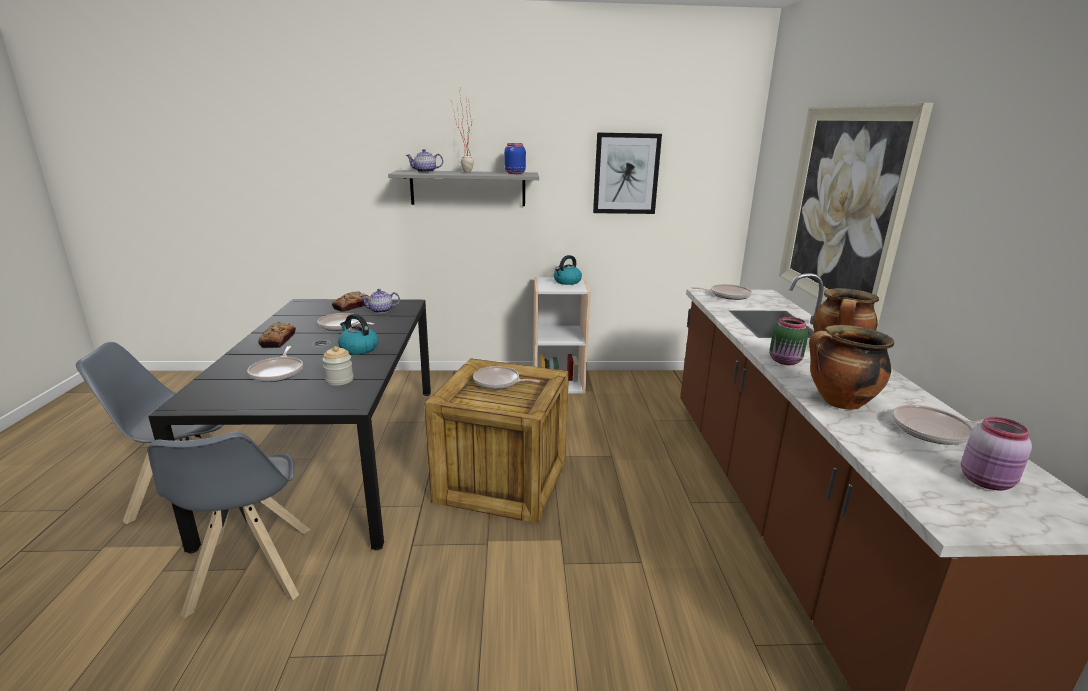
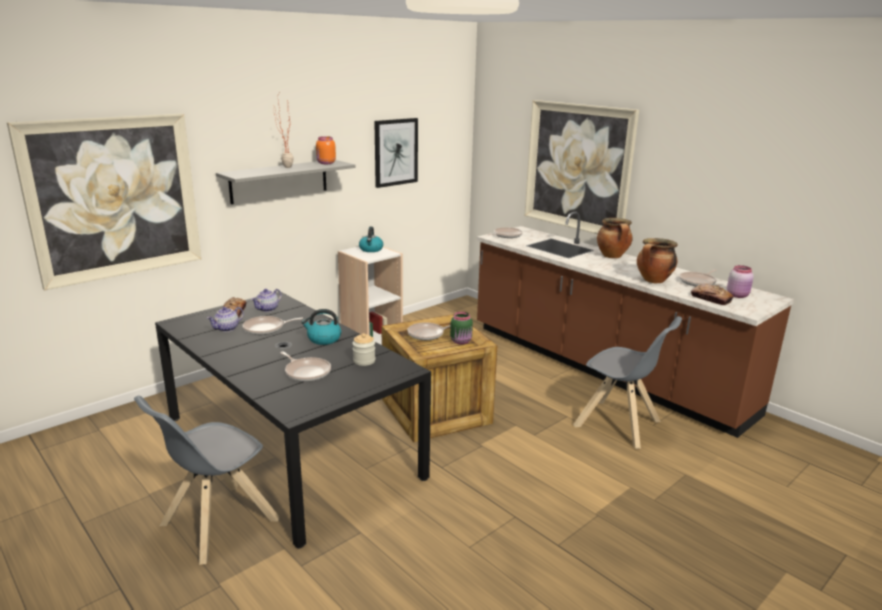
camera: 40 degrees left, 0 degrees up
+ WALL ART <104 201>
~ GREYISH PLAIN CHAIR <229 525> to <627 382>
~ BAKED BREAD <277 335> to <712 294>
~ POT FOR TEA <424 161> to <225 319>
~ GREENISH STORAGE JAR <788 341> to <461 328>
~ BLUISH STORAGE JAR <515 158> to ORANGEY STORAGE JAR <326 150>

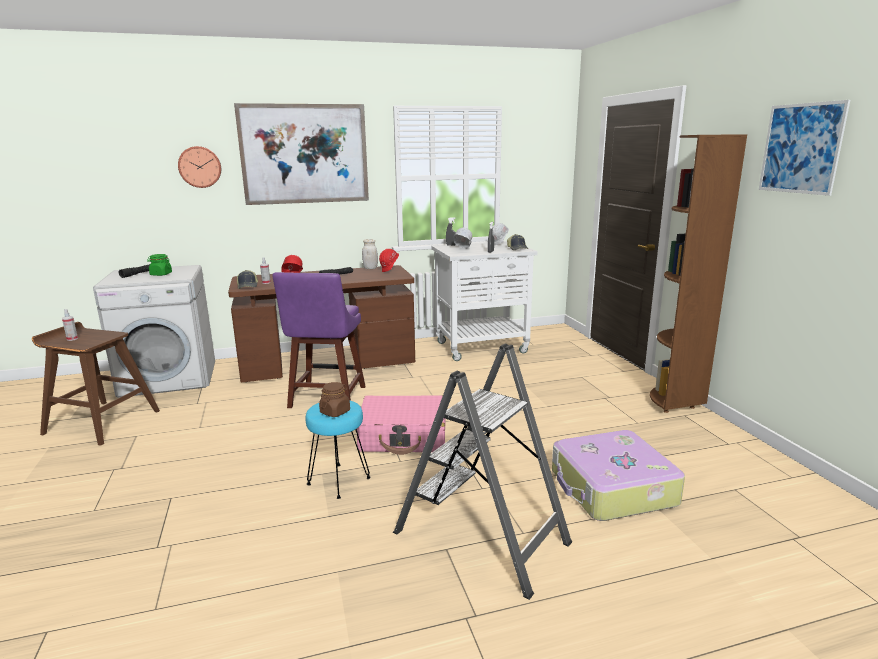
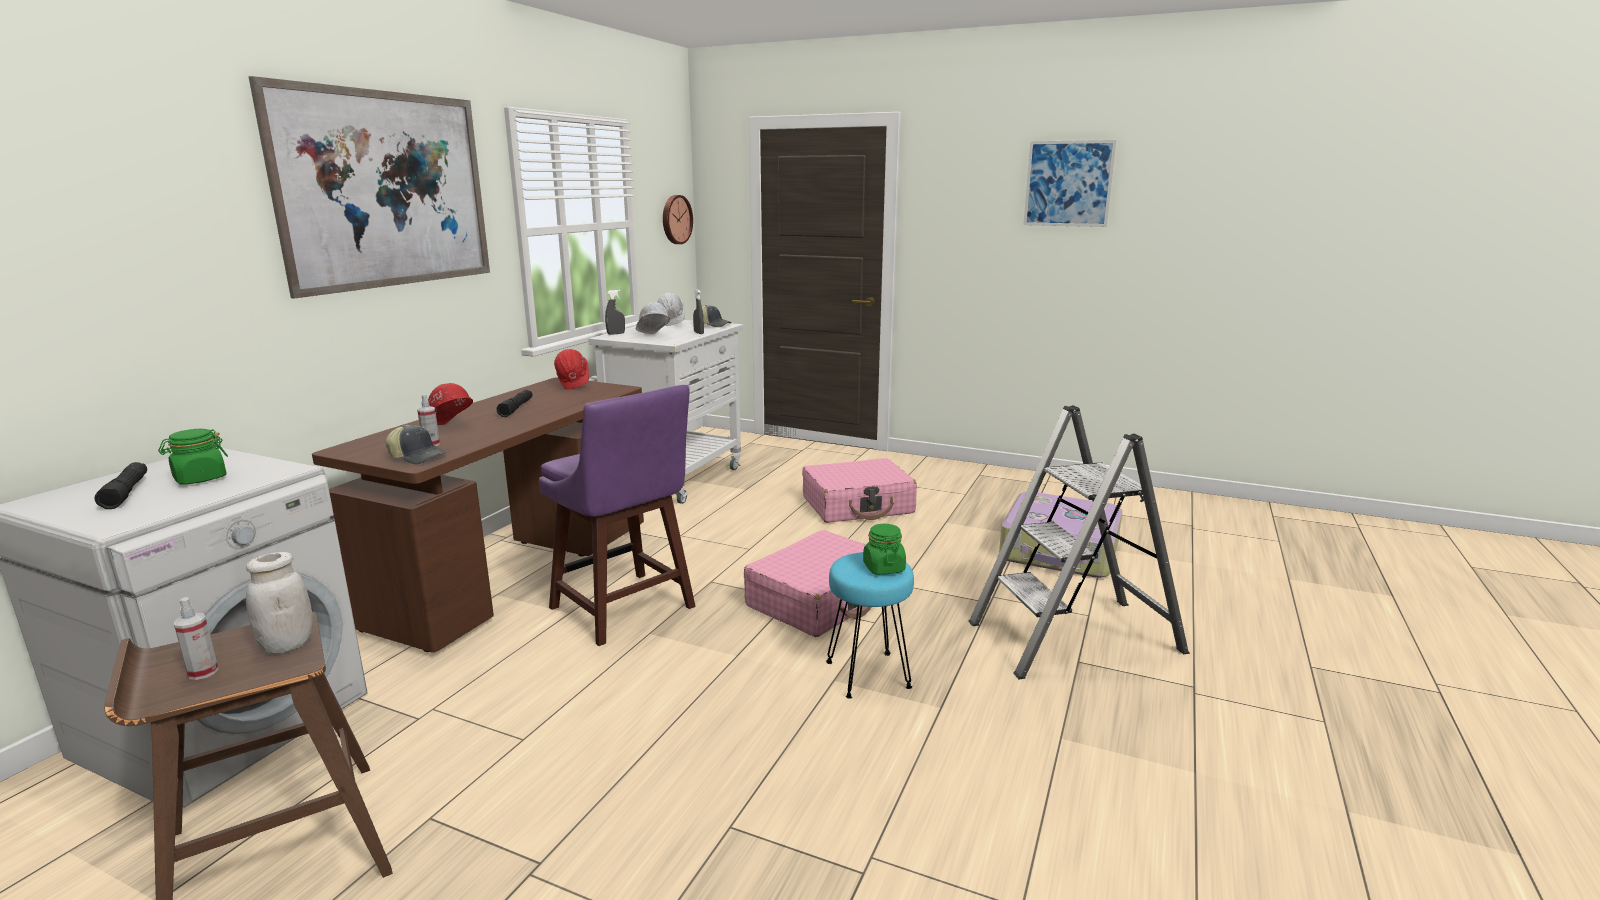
camera: 50 degrees left, 0 degrees up
- BROWN SHELVING UNIT <698 273>
+ PINK-COLOURED SUITCASE <859 490>
~ HANGING CLOCK <199 167> to <678 219>
~ WHITISH STORAGE JAR <370 254> to <279 603>
~ BROWN STORAGE JAR <334 399> to GREENISH STORAGE JAR <884 549>

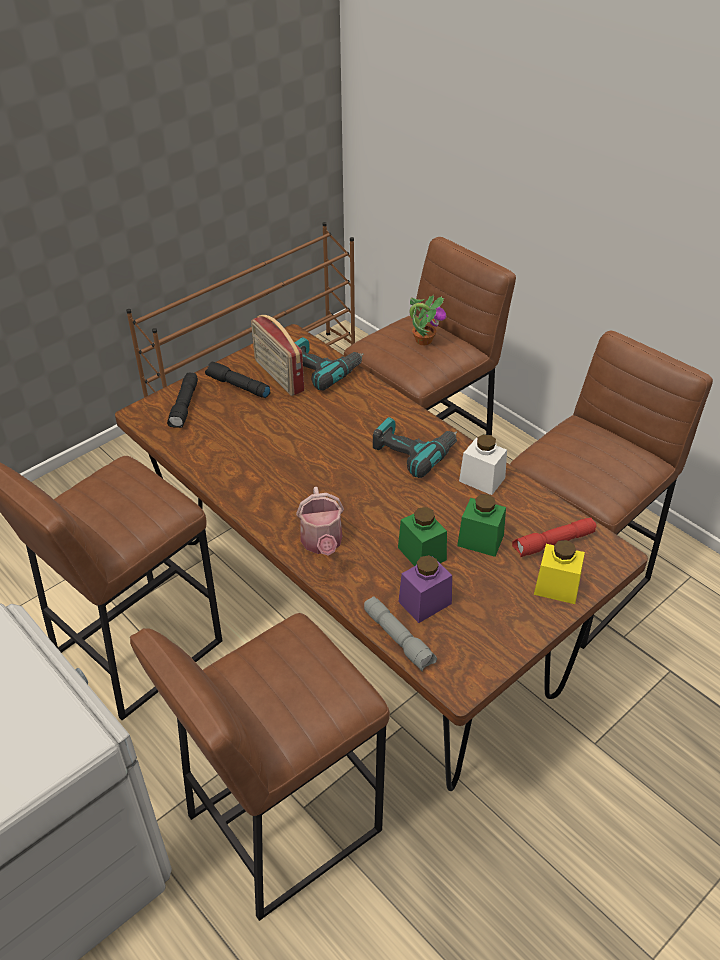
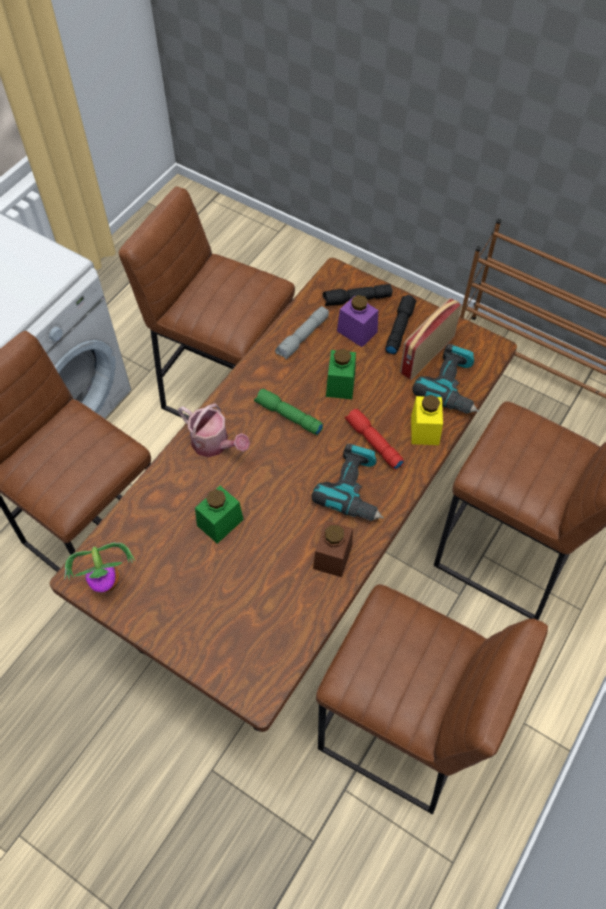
camera: 75 degrees right, 15 degrees up
+ GREENISH FLASHLIGHT <288 412>
~ GREYISH FLASHLIGHT <400 633> to <302 333>
~ PURPLISH STORAGE JAR <425 589> to <357 321>
~ PLANT IN A POT <427 320> to <99 567>
~ GREENISH STORAGE JAR <481 525> to <341 374>
~ RED FLASHLIGHT <554 537> to <374 439>
~ YELLOW STORAGE JAR <559 572> to <427 420>
~ WHITISH STORAGE JAR <483 464> to BROWN STORAGE JAR <333 549>
~ SPRINKLING CAN <320 521> = <214 430> 120 degrees counterclockwise

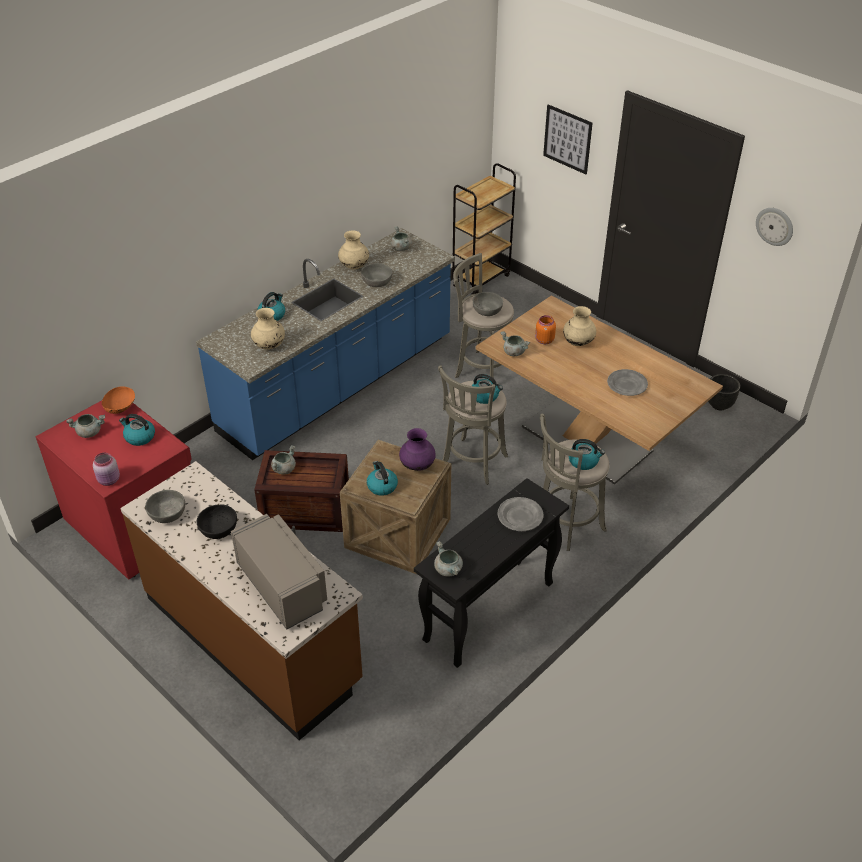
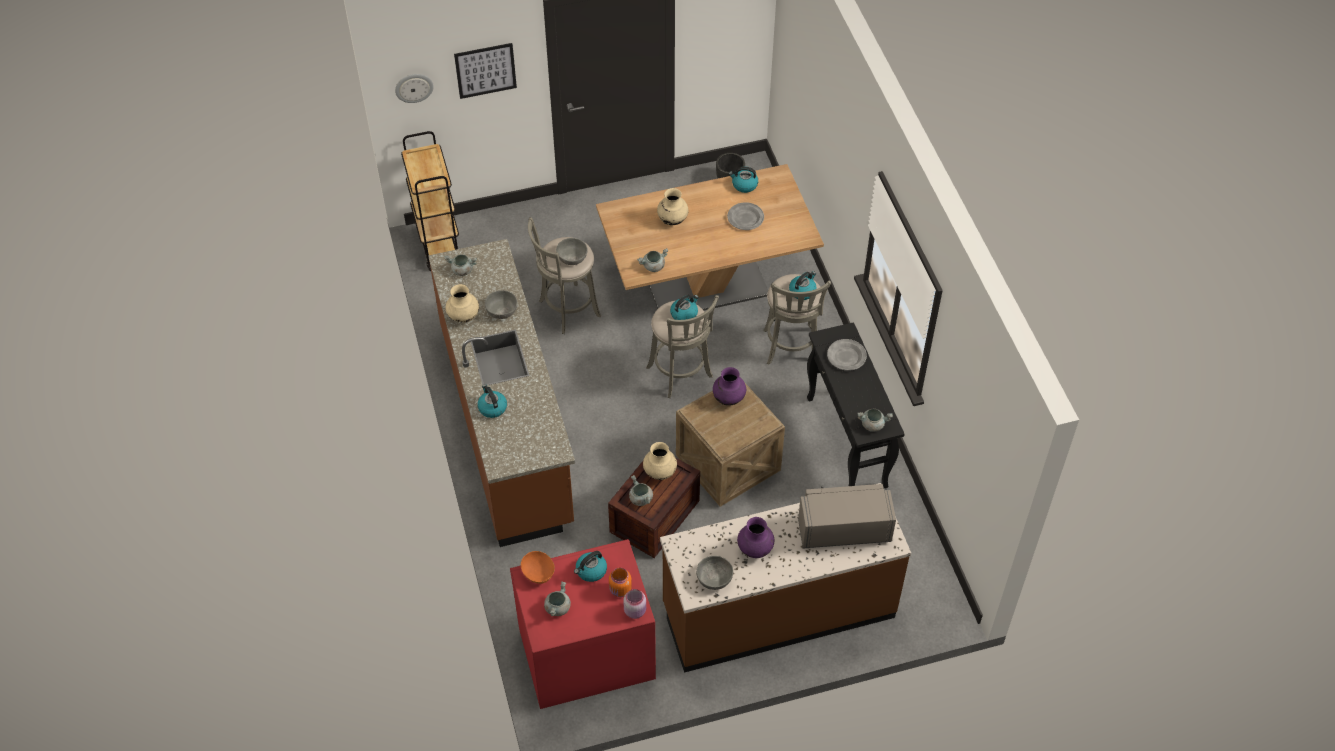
camera: 60 degrees left, 10 degrees up
~ BEIGE-COLOURED DECORATIVE VASE <268 329> to <660 461>
~ TEA KETTLE <382 478> to <743 180>
~ ORANGEY STORAGE JAR <545 329> to <620 582>
~ HANGING CLOCK <774 227> to <414 88>
~ BLACK BOWL <217 522> to PURPLISH DECORATIVE VASE <755 537>
~ BLUISH KITCHEN BASE UNIT <325 344> to BROWN KITCHEN BASE UNIT <501 393>

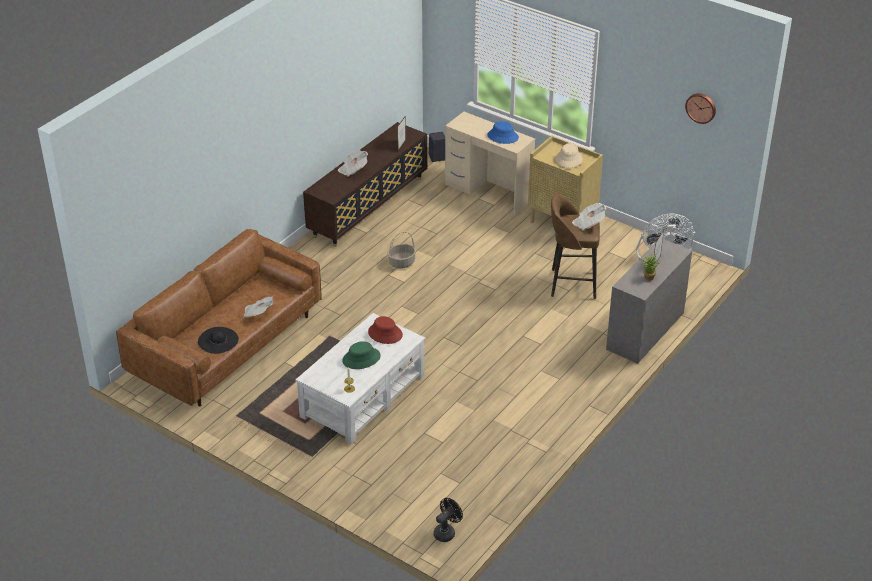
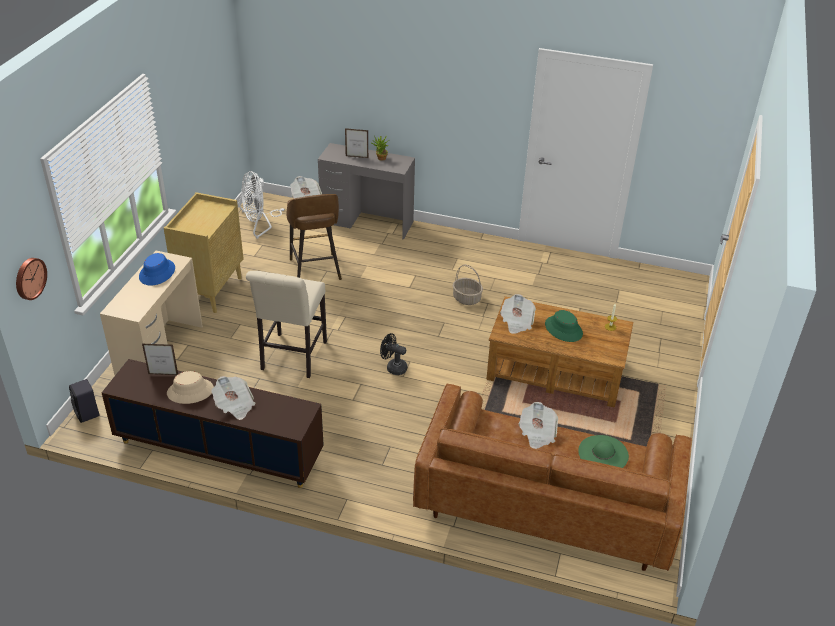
camera: 110 degrees left, 0 degrees up
+ BEIGE-COLOURED SITTING STOOL <286 324>
~ HOUSEHOLD BASKET <402 250> to <468 284>
~ BLACK COOLING FAN <448 520> to <393 354>
~ BEIGE-COLOURED WEARABLE HAT <569 155> to <190 387>
~ HANGING CLOCK <700 108> to <31 279>
~ RED WEARABLE HAT <385 330> to NEWSPAPER <518 314>
~ BLACK WEARABLE HAT <218 340> to GREENISH WEARABLE HAT <603 451>
~ WHITISH COFFEE TABLE <360 378> to BROWN COFFEE TABLE <559 352>

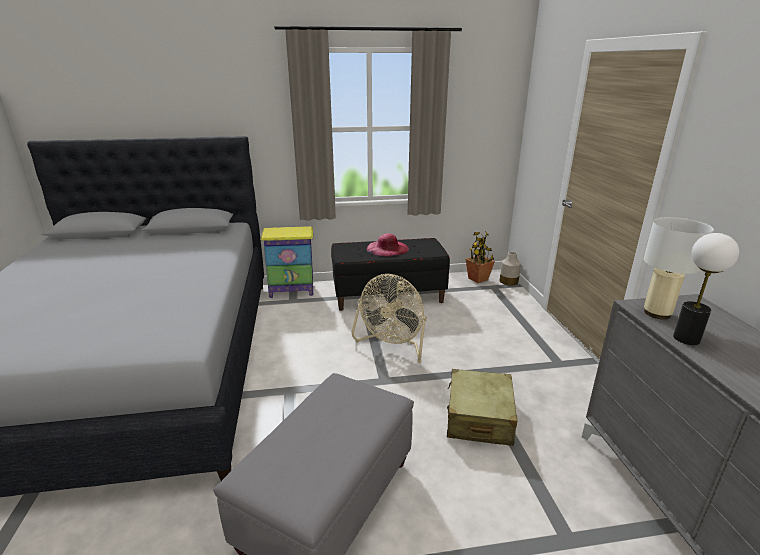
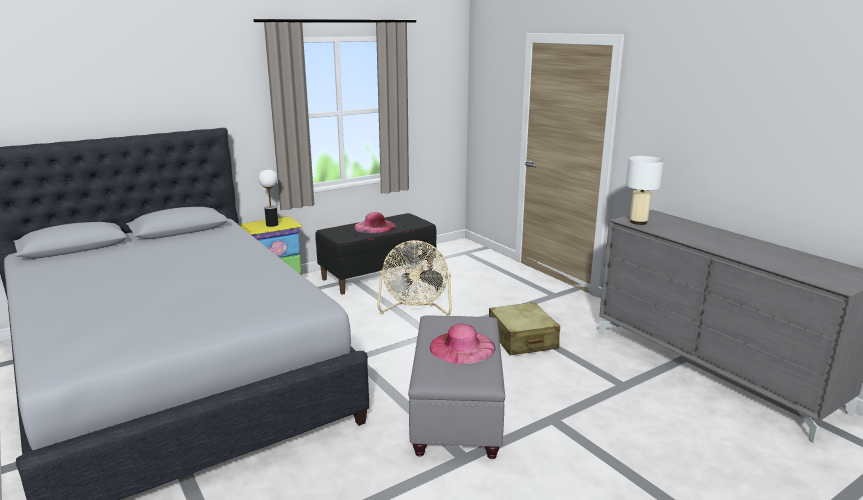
camera: 25 degrees left, 5 degrees down
- PLANT IN A POT <480 257>
- BEIGE-COLOURED DECORATIVE VASE <510 269>
+ PINK-COLOURED WEARABLE HAT <463 344>
~ LAMP FOR A TABLE <706 289> to <268 198>

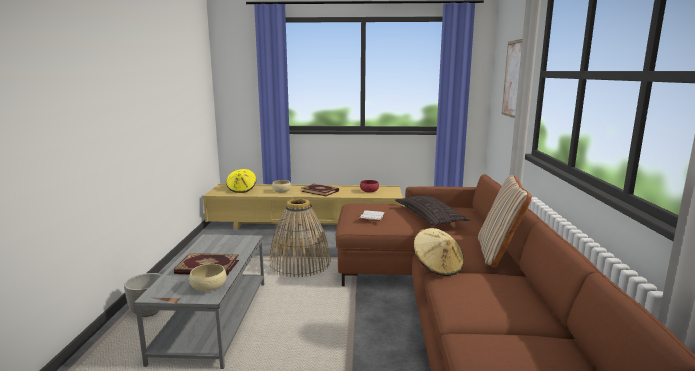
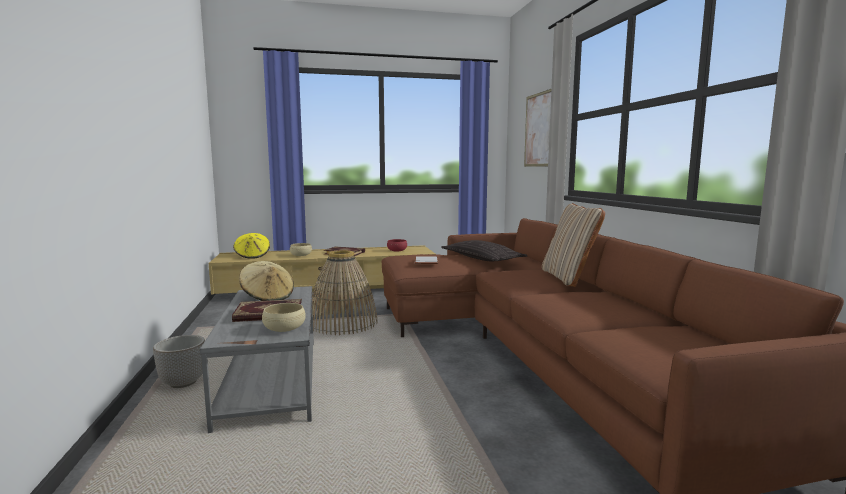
camera: 15 degrees left, 5 degrees down
~ BEIGE-COLOURED WEARABLE HAT <439 252> to <266 281>

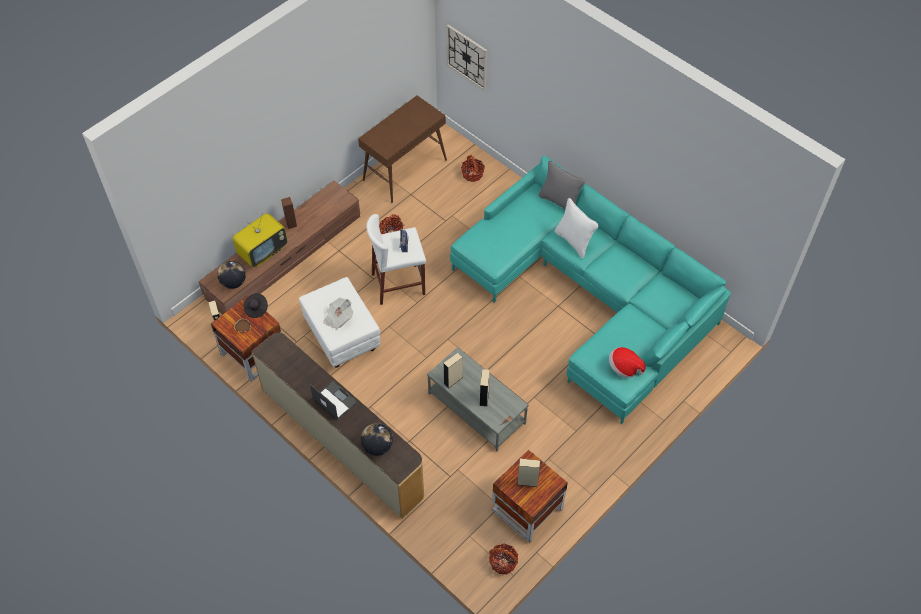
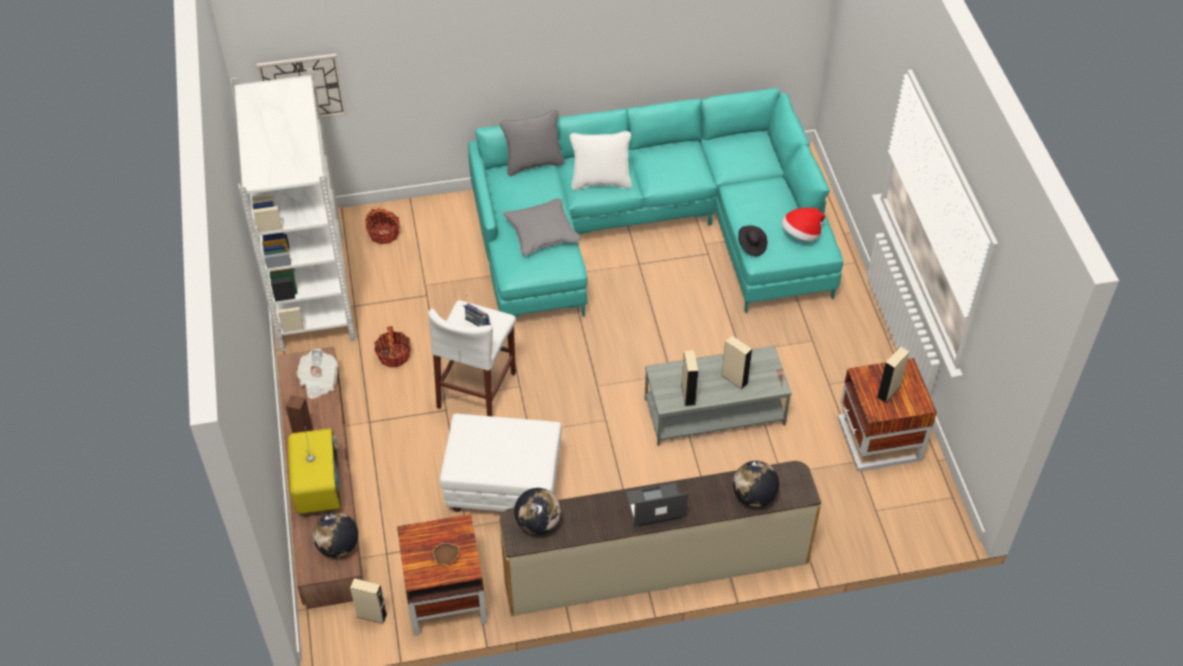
camera: 55 degrees left, 5 degrees down
- HOUSEHOLD BASKET <503 558>
+ GREYISH THROW PILLOW <542 227>
+ DESK GLOBE <537 511>
~ BLACK WEARABLE HAT <256 305> to <752 240>
~ NEWSPAPER <338 314> to <317 374>
~ BROWN HALL TABLE <402 149> to WHITISH SHELVING UNIT <293 210>

